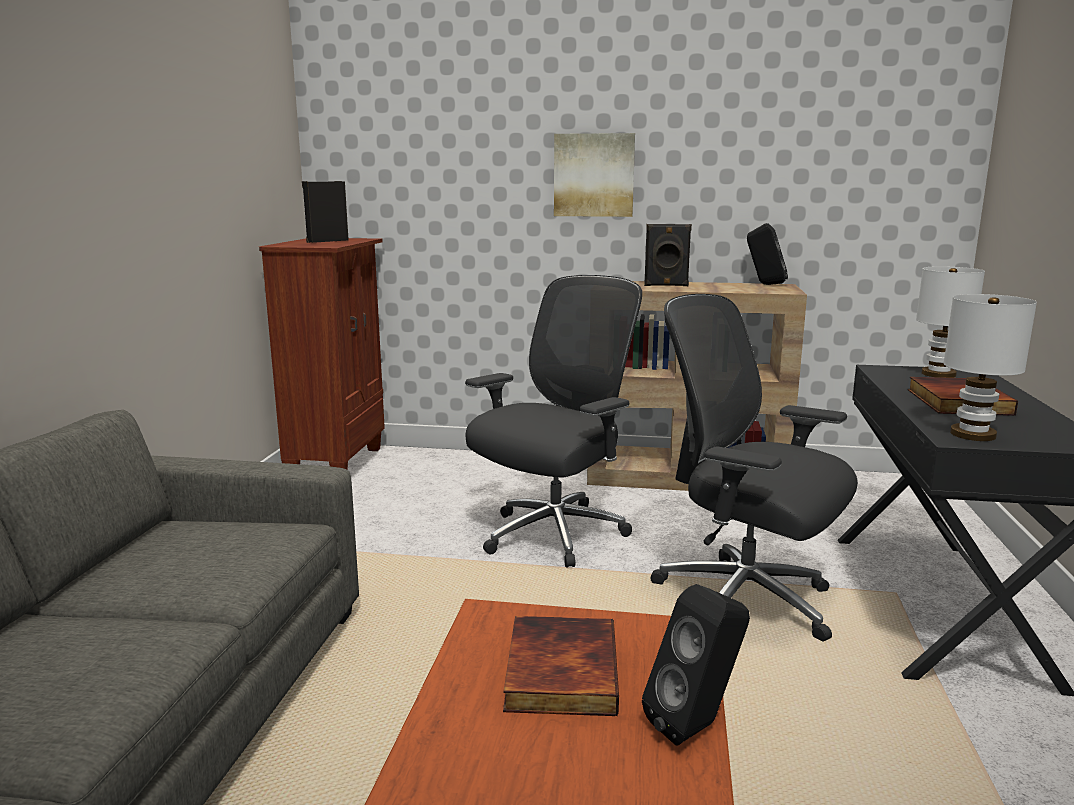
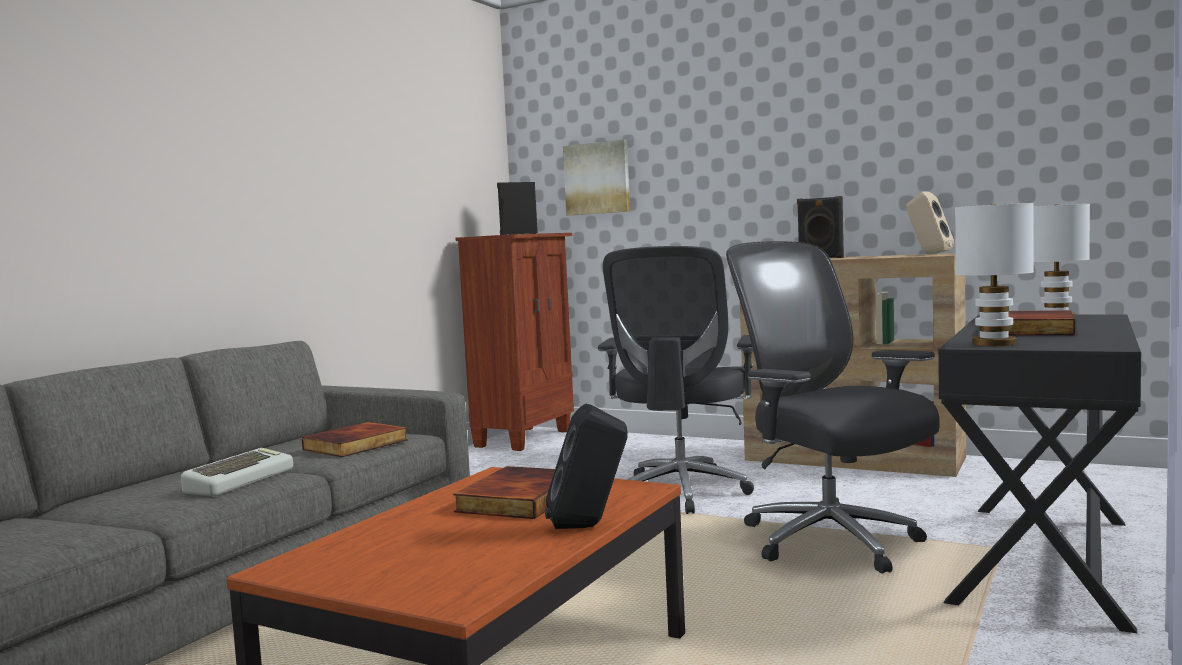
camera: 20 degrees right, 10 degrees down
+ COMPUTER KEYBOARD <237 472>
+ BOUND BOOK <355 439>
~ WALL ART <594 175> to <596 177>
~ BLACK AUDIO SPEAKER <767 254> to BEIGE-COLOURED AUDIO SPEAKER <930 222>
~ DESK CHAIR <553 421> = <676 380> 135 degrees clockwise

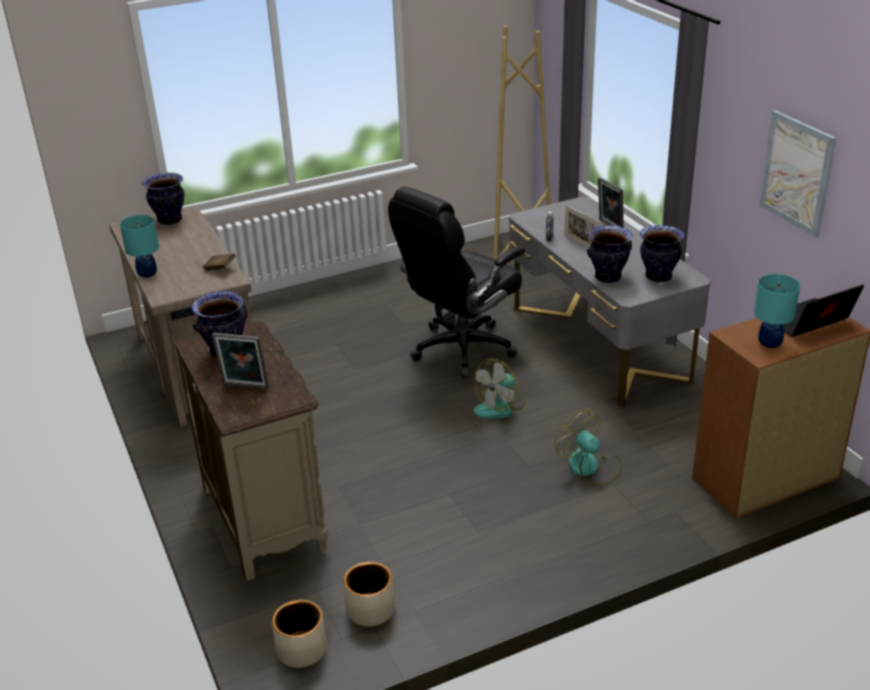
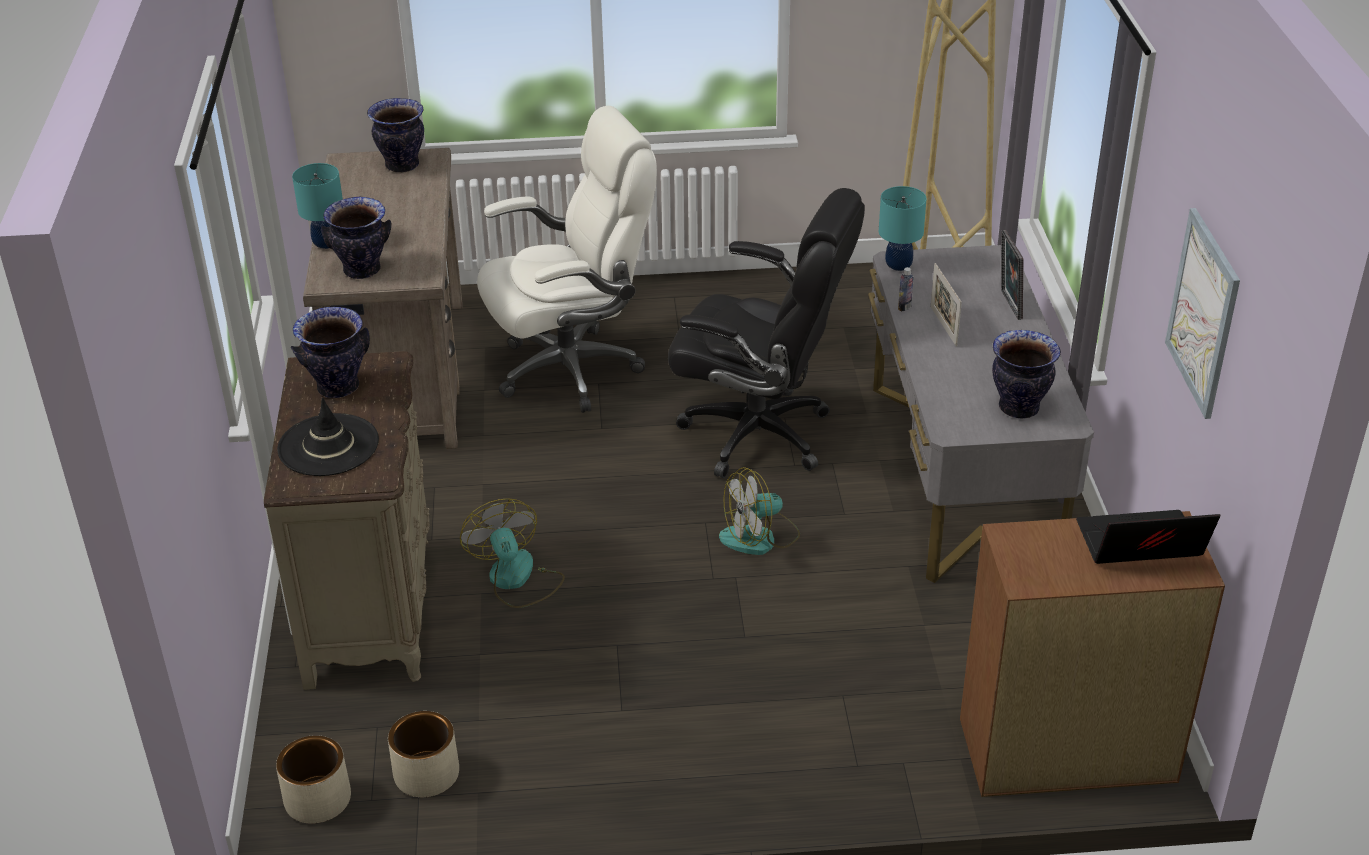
camera: 20 degrees right, 5 degrees up
- BROWN BOUND BOOK <219 262>
+ WHITISH DESK CHAIR <567 259>
~ COOLING FAN <588 446> to <512 553>
~ DECORATIVE VASE <610 254> to <356 238>
~ TURQUOISE-COLOURED LAMP FOR A TABLE <777 311> to <903 228>
~ PHOTO FRAME <240 361> to BLACK WEARABLE HAT <328 437>
~ BLACK DESK CHAIR <456 282> = <766 333> 135 degrees counterclockwise

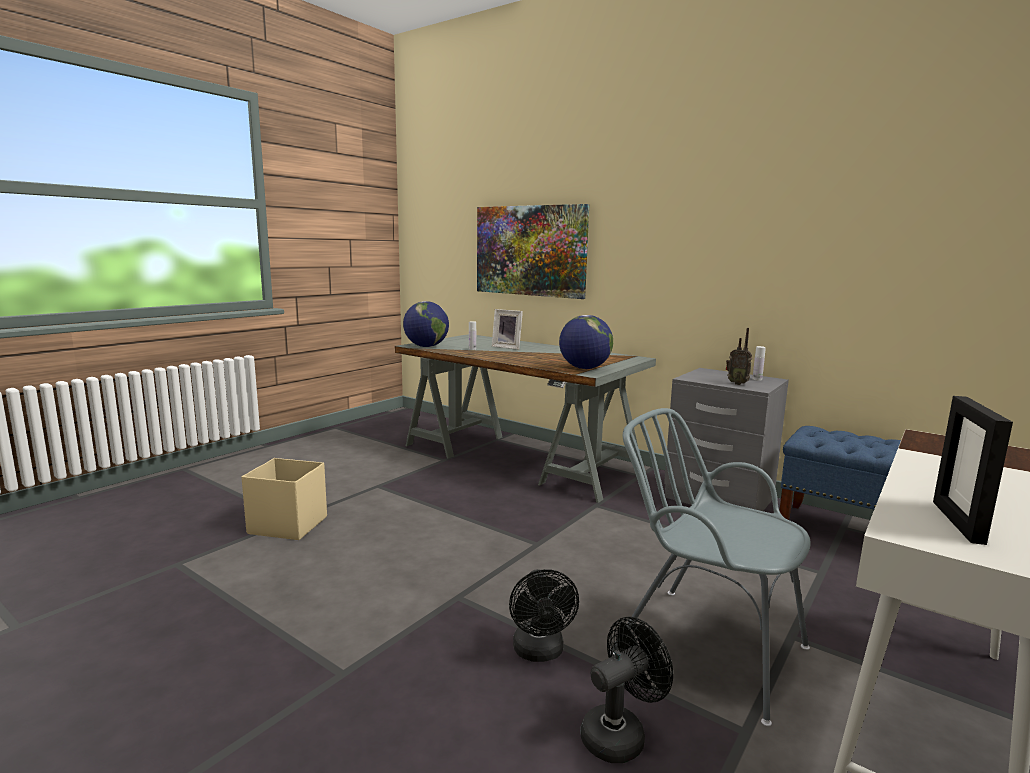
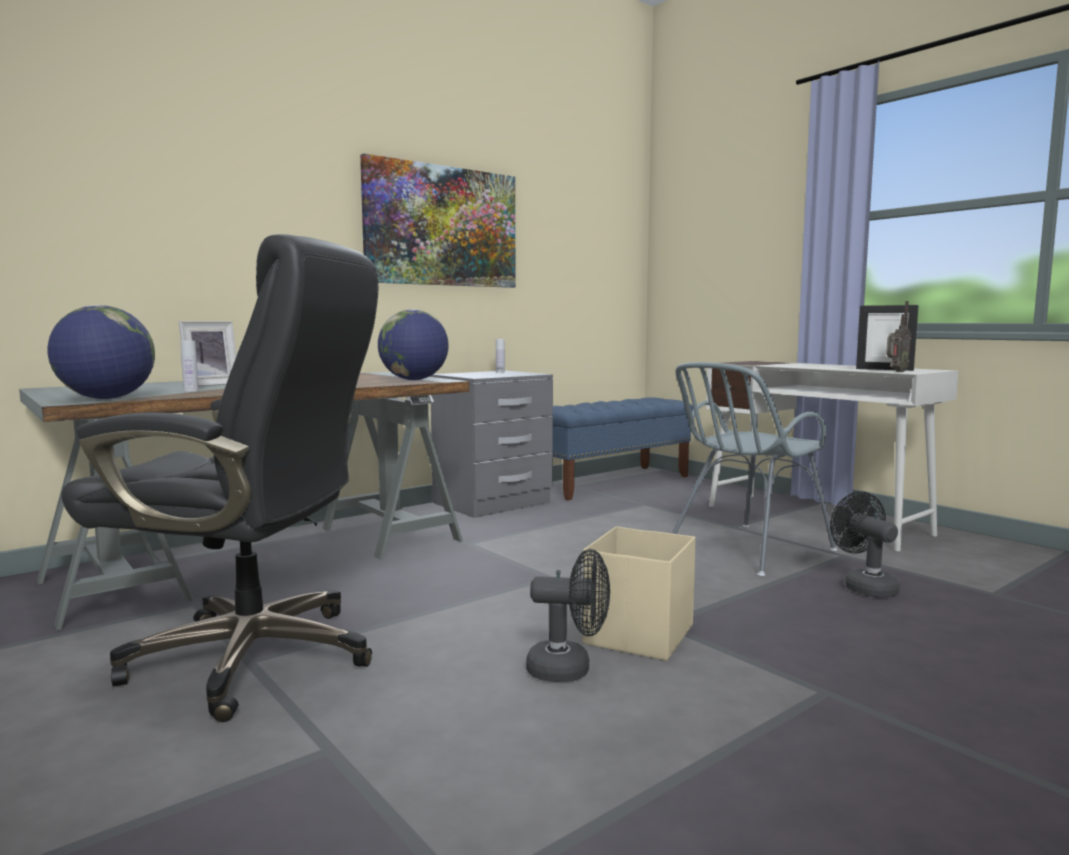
camera: 75 degrees left, 5 degrees down
+ BLACK DESK CHAIR <219 478>
~ BEIGE-COLOURED STORAGE BOX <284 499> to <639 593>
~ WALL ART <533 251> to <438 220>
~ BLACK COOLING FAN <544 615> to <568 615>
~ RADIO RECEIVER <739 356> to <898 336>

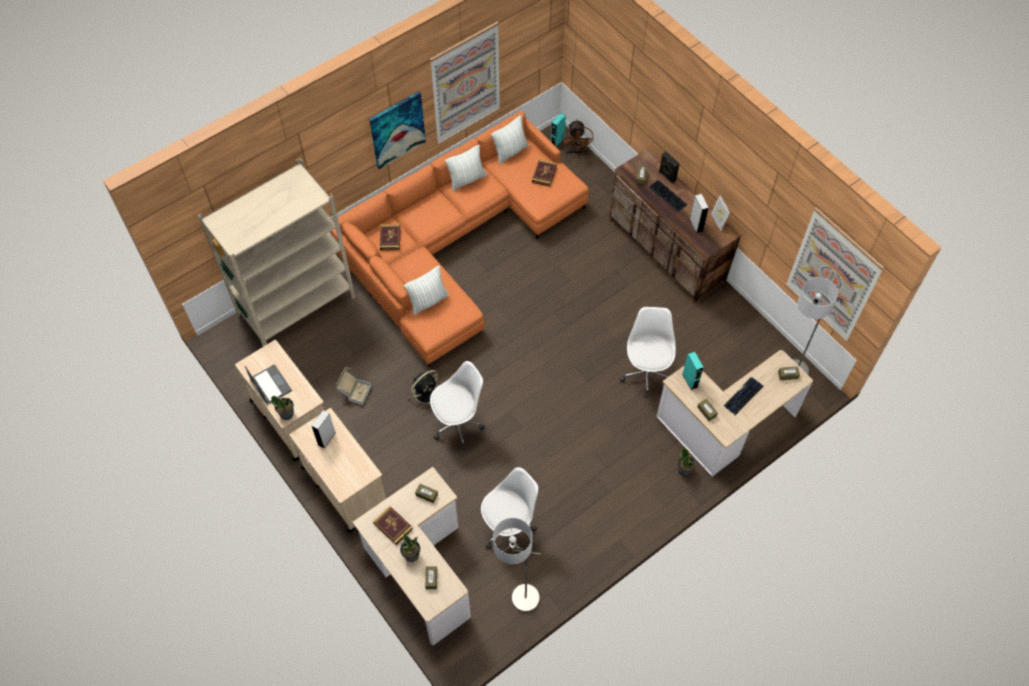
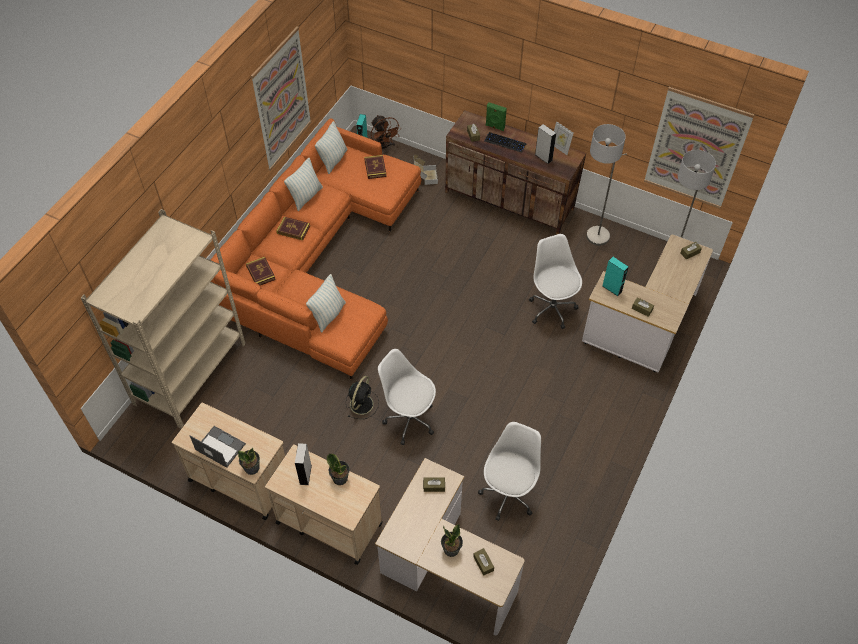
camera: 25 degrees left, 5 degrees down
- WALL ART <397 130>
- COMPUTER KEYBOARD <743 396>
~ CARTON <354 386> to <425 170>
~ BOUND BOOK <393 525> to <293 229>
~ GREYISH STANDING LAMP <517 565> to <606 185>
~ PLANT IN A POT <687 462> to <338 469>
~ BLACK AUDIO SPEAKER <669 167> to GREENISH AUDIO SPEAKER <496 116>
~ WHITISH DESK CHAIR <457 405> = <407 397> 90 degrees counterclockwise

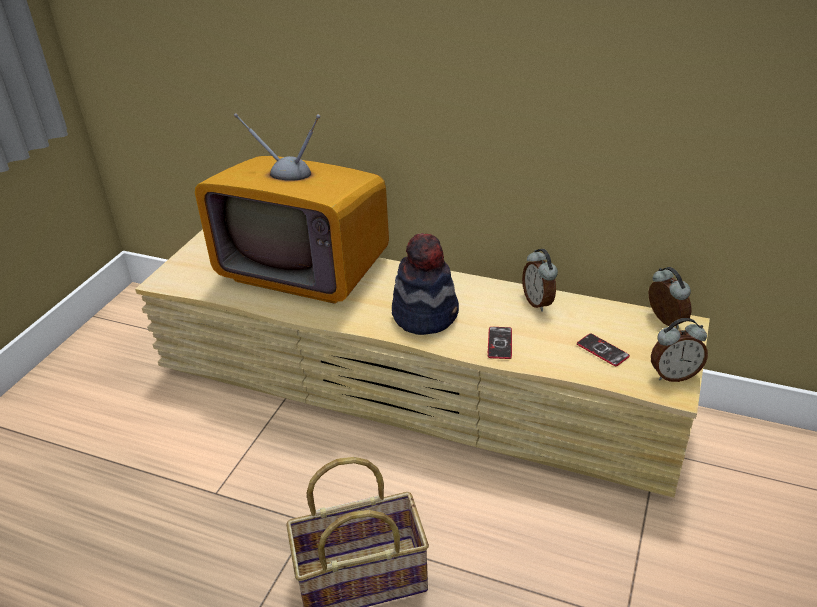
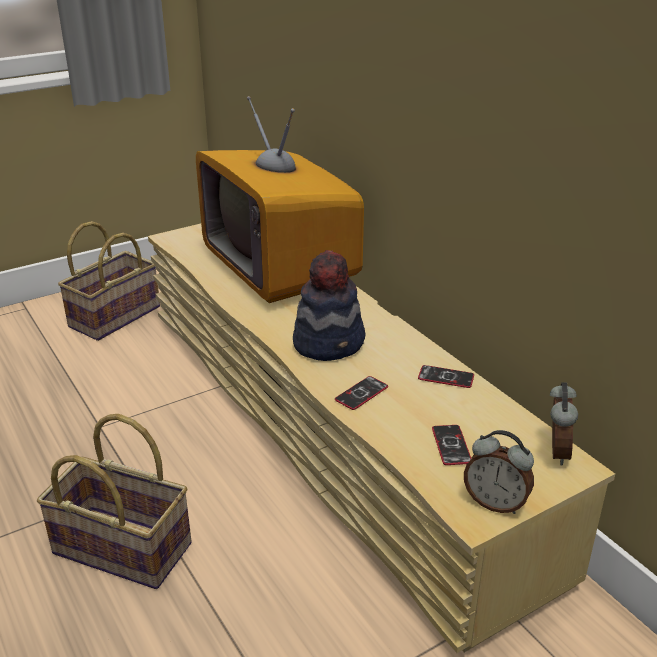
camera: 35 degrees right, 5 degrees down
+ HOUSEHOLD BASKET <109 281>
~ ALARM CLOCK <540 280> to HANDSET <446 376>

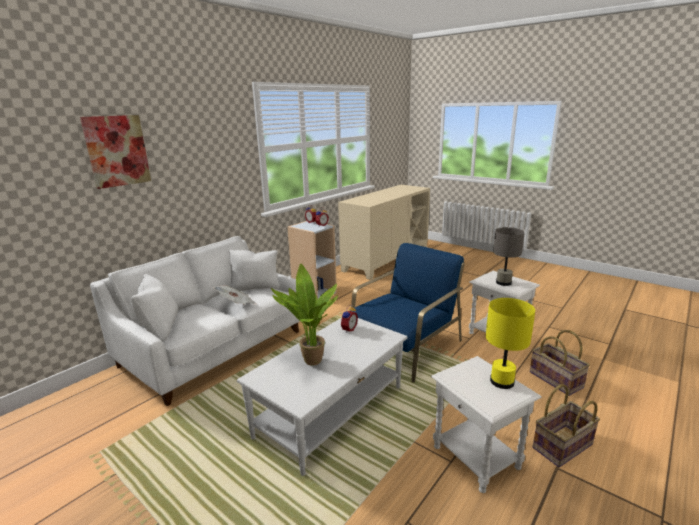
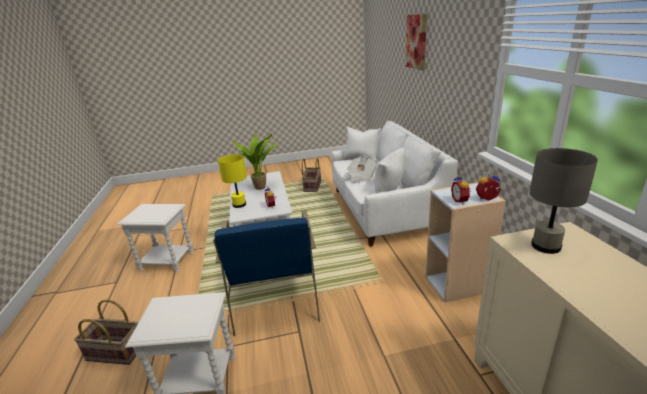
camera: 130 degrees right, 5 degrees up
~ YELLOW LAMP FOR A TABLE <510 343> to <232 181>
~ GREYISH LAMP FOR A TABLE <509 256> to <564 201>
~ HOUSEHOLD BASKET <566 425> to <311 175>

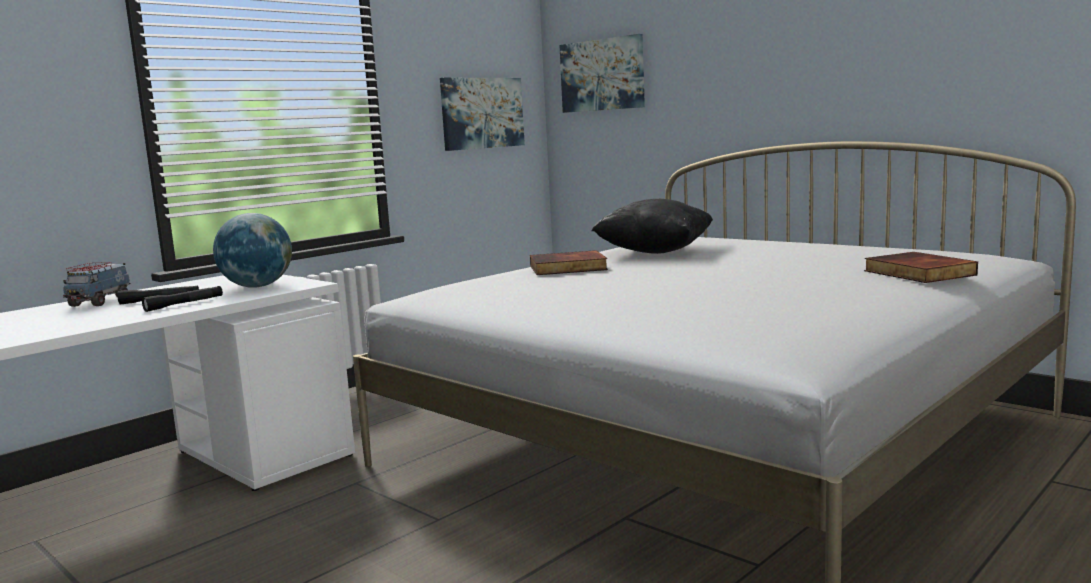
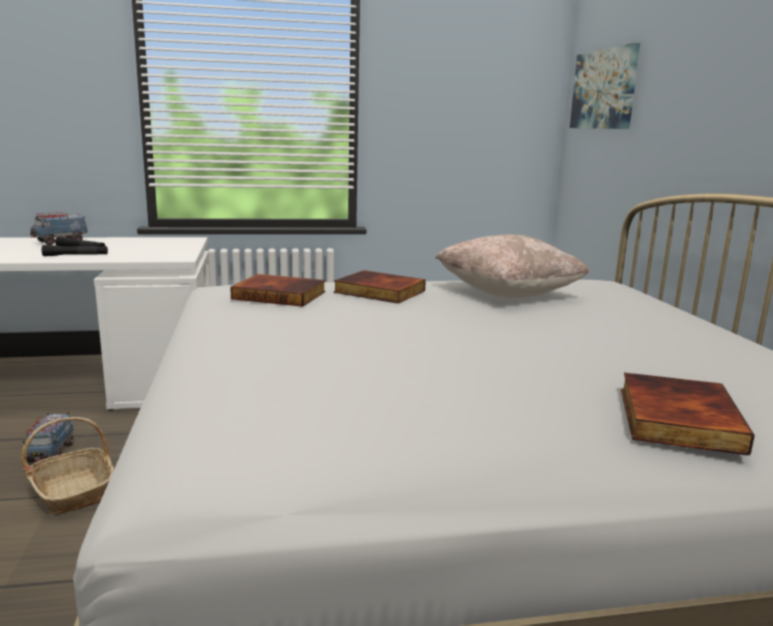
camera: 35 degrees right, 5 degrees up
- DESK GLOBE <252 250>
- WALL ART <482 114>
+ HOUSEHOLD BASKET <67 466>
+ TOY LORRY <48 437>
+ BOUND BOOK <277 290>
~ BLACK THROW PILLOW <652 226> to BEIGE-COLOURED THROW PILLOW <512 266>

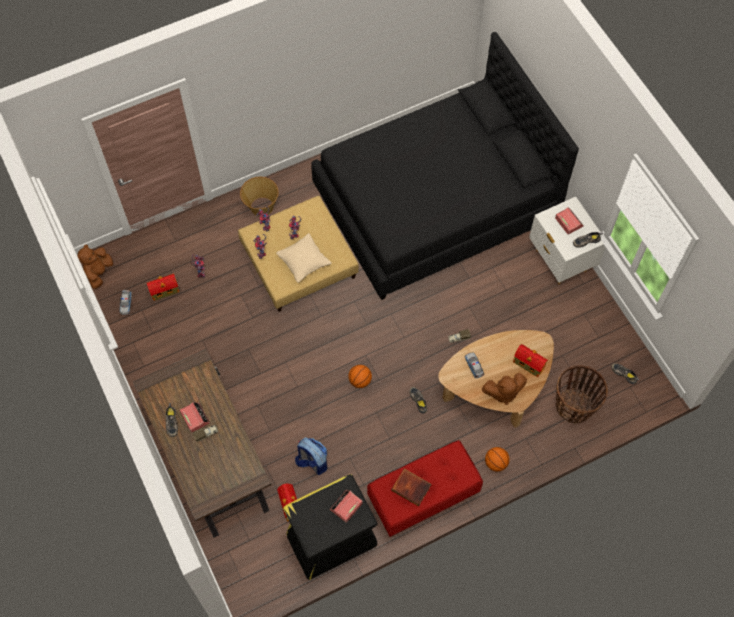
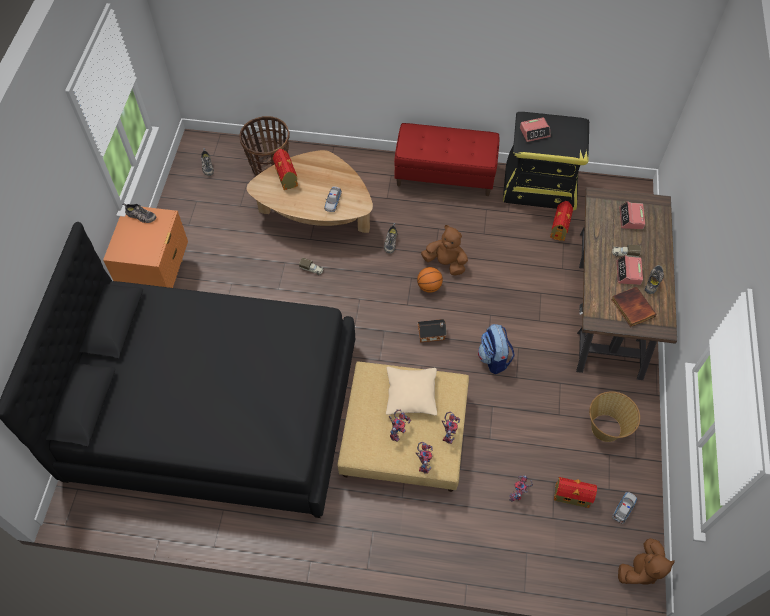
camera: 145 degrees left, 5 degrees down
- BASKETBALL <497 459>
+ MODEL HOUSE <432 330>
~ HOUSEHOLD BASKET <259 197> to <614 416>
~ BACKPACK <311 456> to <496 349>
~ BOUND BOOK <411 487> to <633 307>
~ BROWN CUDDLY TOY <504 389> to <444 250>
~ ALARM CLOCK <569 221> to <632 215>
~ WHITISH NIGHTSTAND <567 240> to ORANGEY NIGHTSTAND <145 247>

